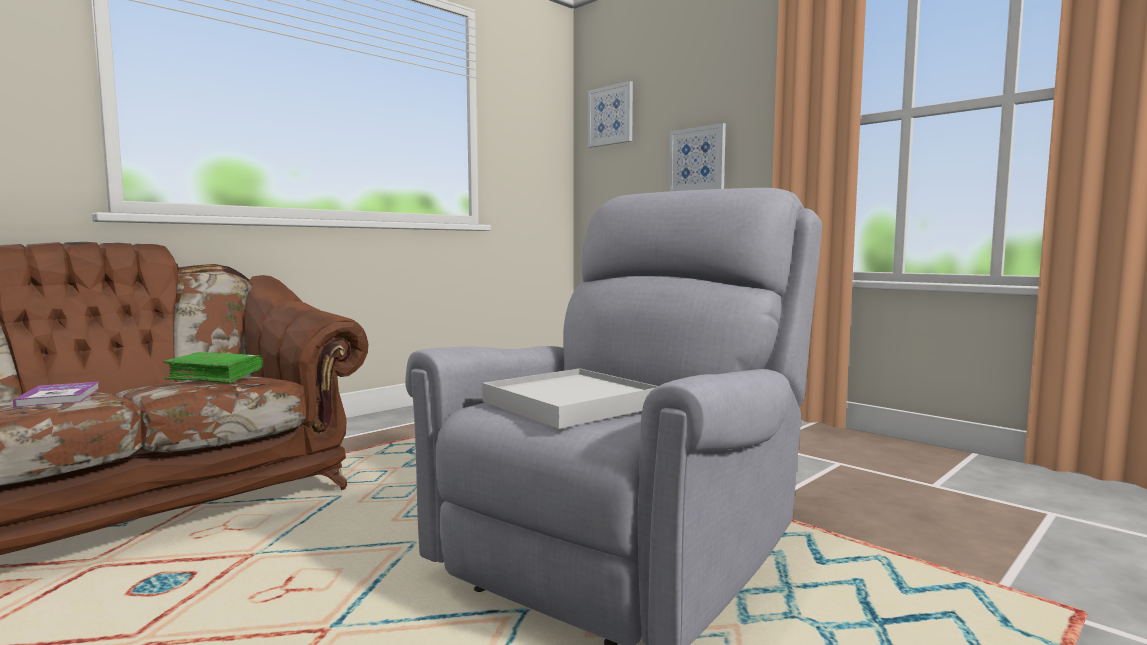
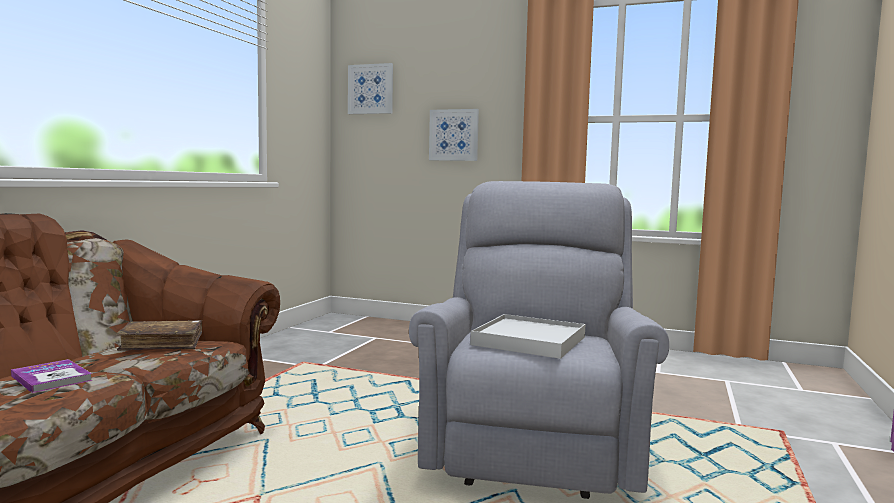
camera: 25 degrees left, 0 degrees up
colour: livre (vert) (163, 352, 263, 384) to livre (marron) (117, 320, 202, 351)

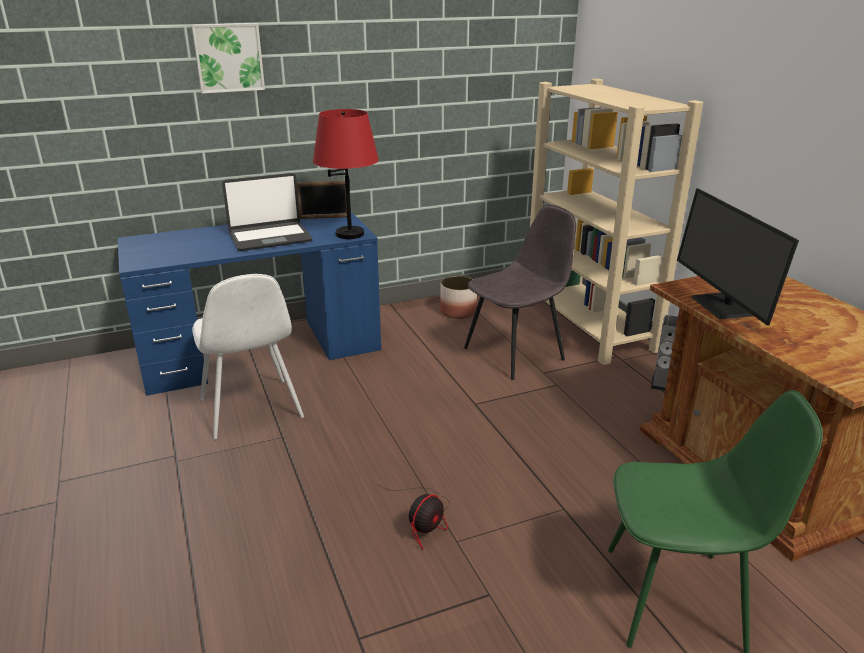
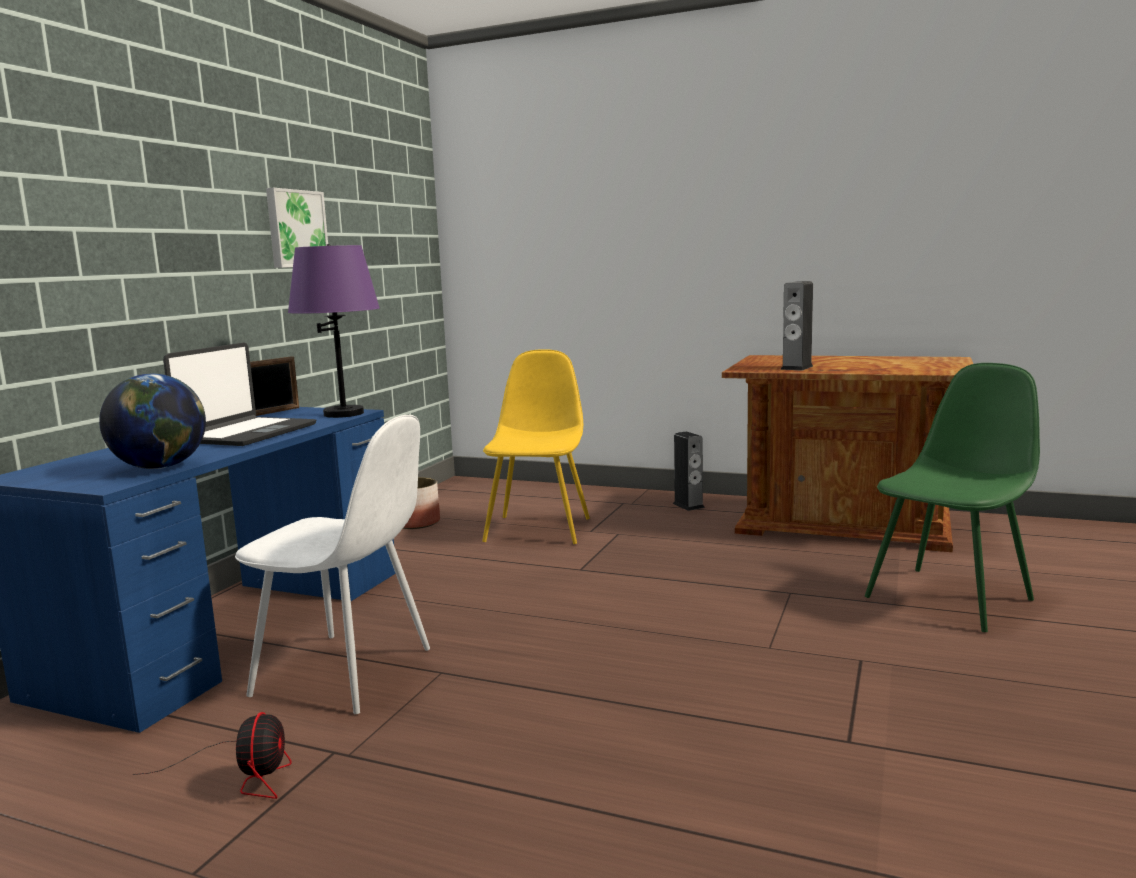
camera: 45 degrees left, 15 degrees down
missing: bibliothèque (beige) (530, 79, 703, 365)
appeared: globe (99, 374, 206, 469)
relocated: tableau (191, 23, 265, 94) to (266, 188, 328, 268); ventilateur (377, 484, 450, 549) to (132, 712, 292, 799)
exchanged: écran d'ordinateur (677, 188, 799, 326) to enceinte (781, 281, 813, 371)
colour: lampe de table (rouge) (313, 109, 379, 239) to lampe de table (violet) (288, 244, 380, 418); chaise (gris) (464, 205, 576, 380) to chaise (jaune) (482, 349, 590, 544)

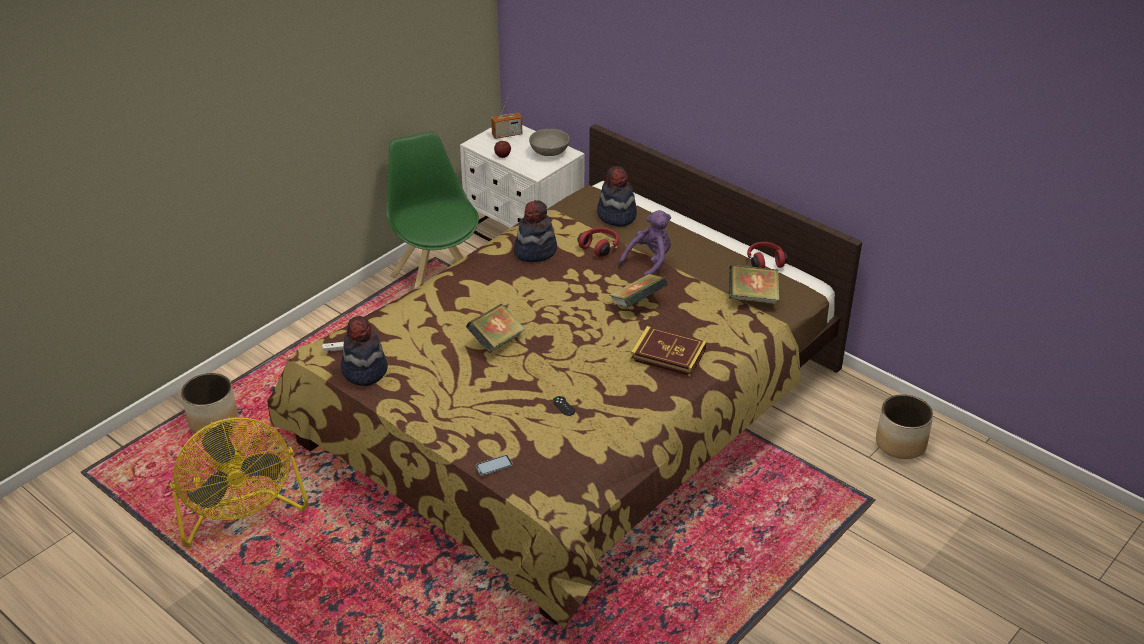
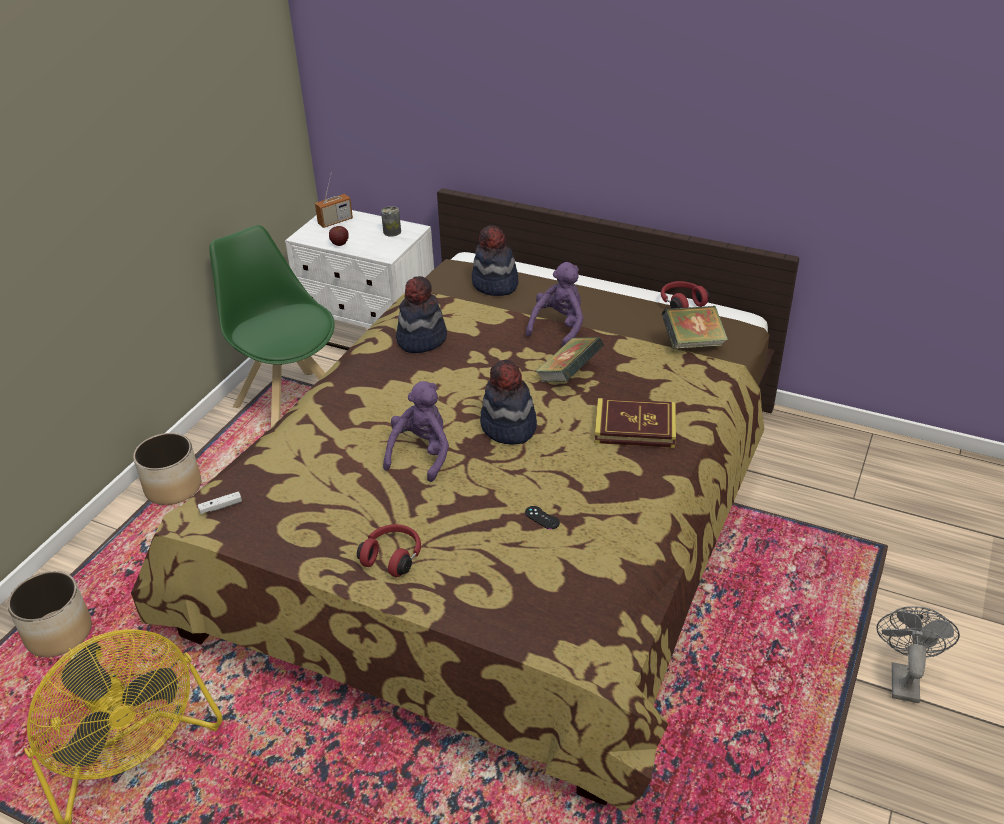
camera: 15 degrees left, 0 degrees up
missing: téléphone (476, 455, 513, 476)
appeared: ventilateur (gris) (876, 606, 960, 703)
relocated: chapeau (341, 316, 388, 386) to (480, 360, 537, 444); casque audio (rouge) (577, 227, 619, 257) to (357, 524, 421, 577); cache-pot (876, 394, 933, 459) to (133, 433, 201, 505)
exchanged: livre (466, 304, 525, 353) to peluche (violet) (383, 381, 449, 482); bol (gris) (529, 129, 570, 156) to boîte métallique (381, 206, 401, 237)

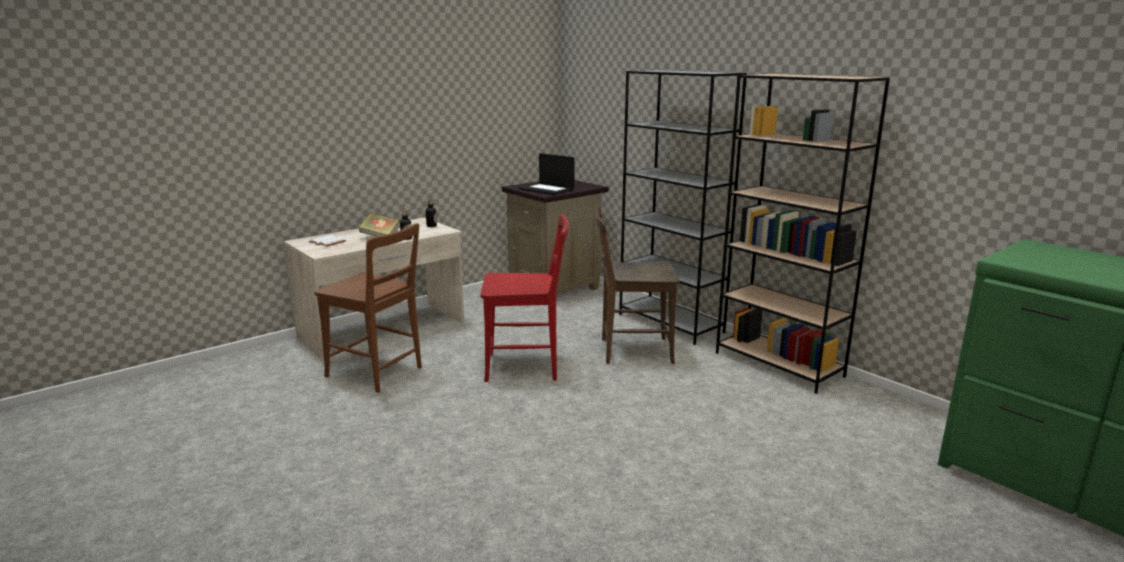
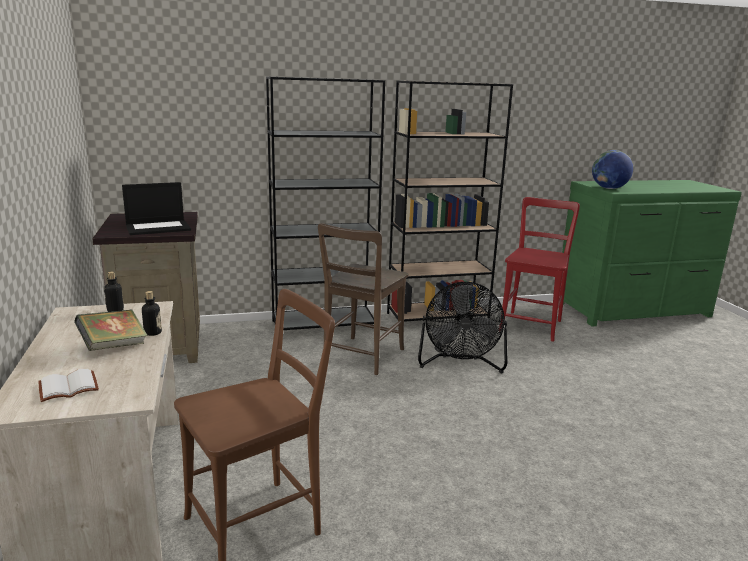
camera: 65 degrees left, 0 degrees up
appeared: ventilateur (noir) (418, 282, 508, 373); globe (592, 150, 633, 189)
relocated: chaise (rouge) (480, 214, 569, 382) to (499, 197, 580, 342)

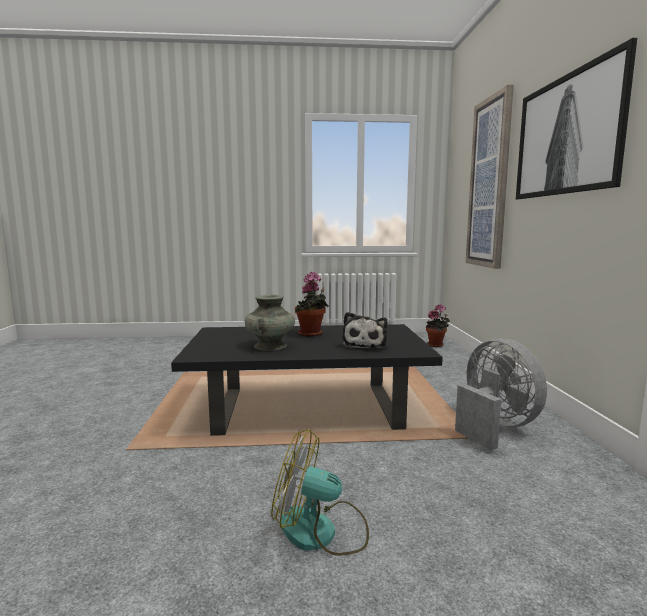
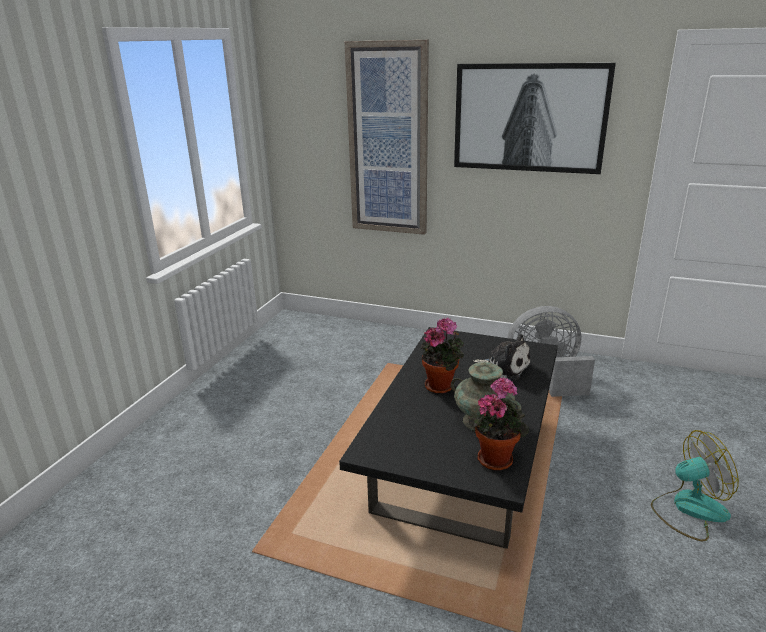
camera: 65 degrees left, 15 degrees up
relocated: plante en pot (426, 304, 450, 347) to (468, 378, 529, 471)
spun: ventilateur (271, 429, 369, 556) = (651, 430, 739, 541) 135 degrees counterclockwise

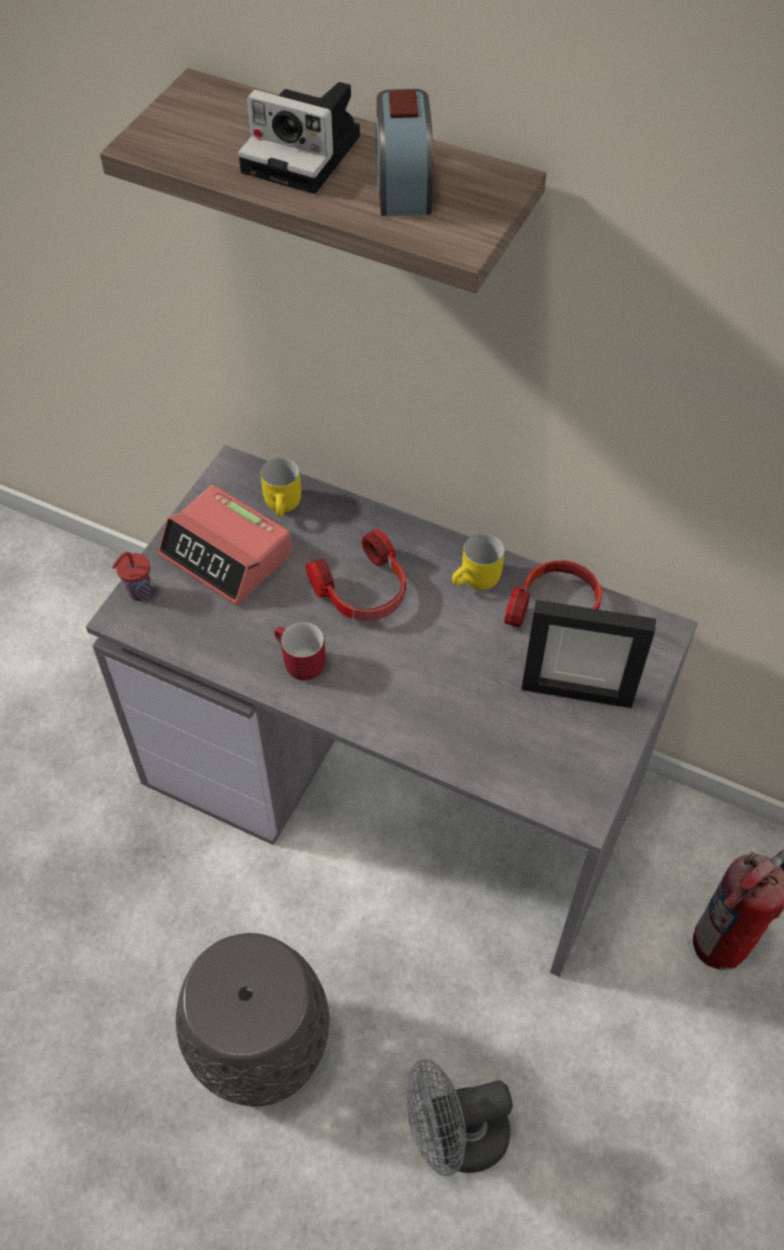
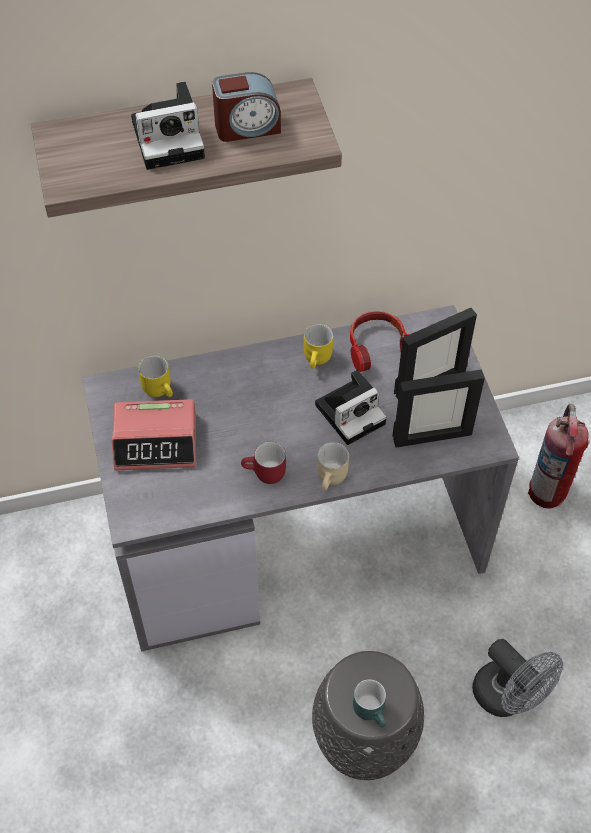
camera: 40 degrees left, 0 degrees up
missing: tasse (rouge) (112, 552, 152, 601); casque audio (305, 529, 406, 621)
appeared: appareil photo (315, 370, 387, 445); mug (beige) (317, 442, 349, 490); mug (turquoise) (353, 679, 386, 728); cadre photo (392, 369, 485, 448)
spun: réveil (375, 89, 433, 216) = (212, 72, 281, 142) 60 degrees counterclockwise; ventilateur (gris) (405, 1059, 513, 1176) = (472, 639, 563, 717) 75 degrees counterclockwise

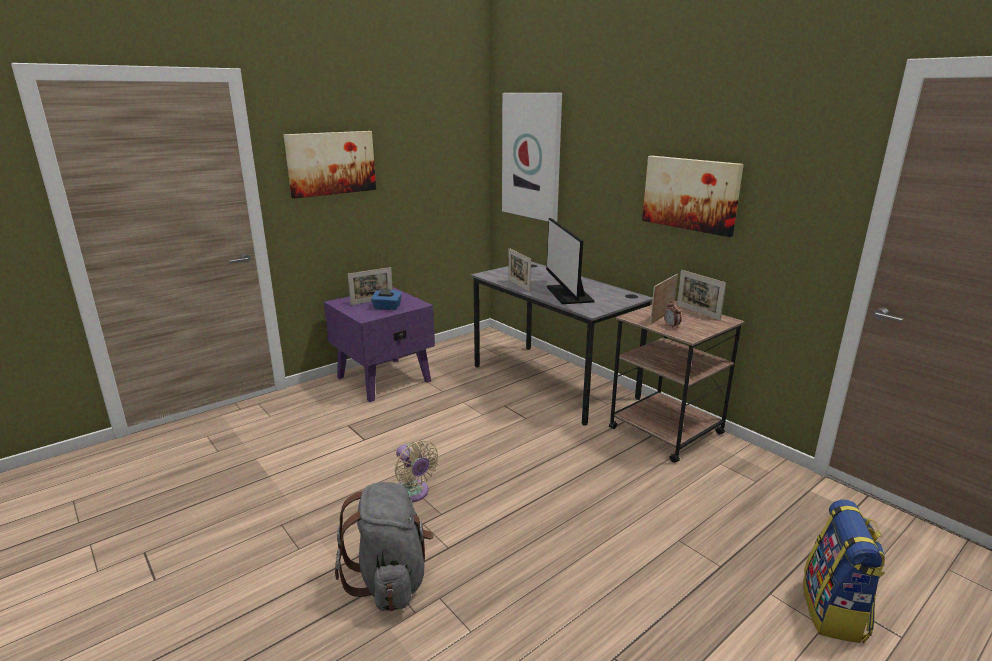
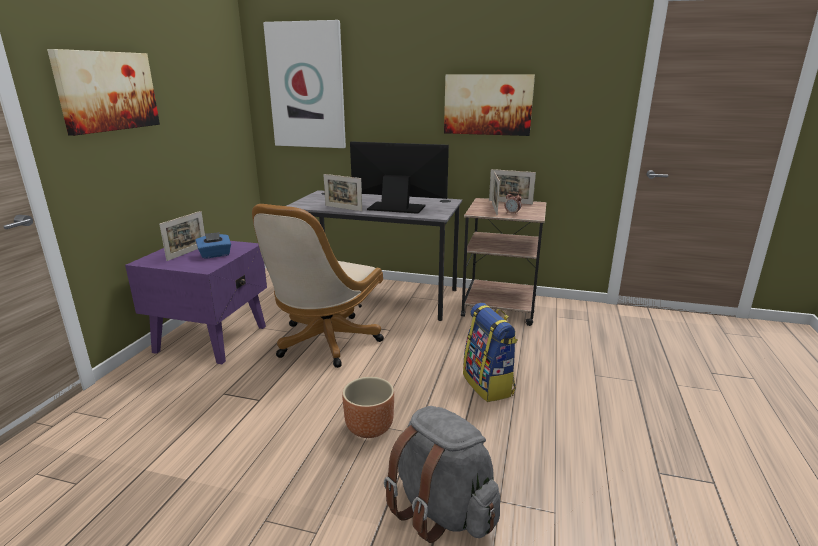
camera: 35 degrees left, 0 degrees up
appeared: chaise de bureau (252, 204, 384, 368)
relocated: sac à dos (803, 499, 885, 644) to (463, 303, 518, 402)
exchanged: ventilateur (beige) (394, 440, 439, 502) to cache-pot (marron) (342, 377, 394, 438)
spun: écran d'ordinateur (546, 218, 594, 304) = (350, 141, 449, 214) 150 degrees clockwise

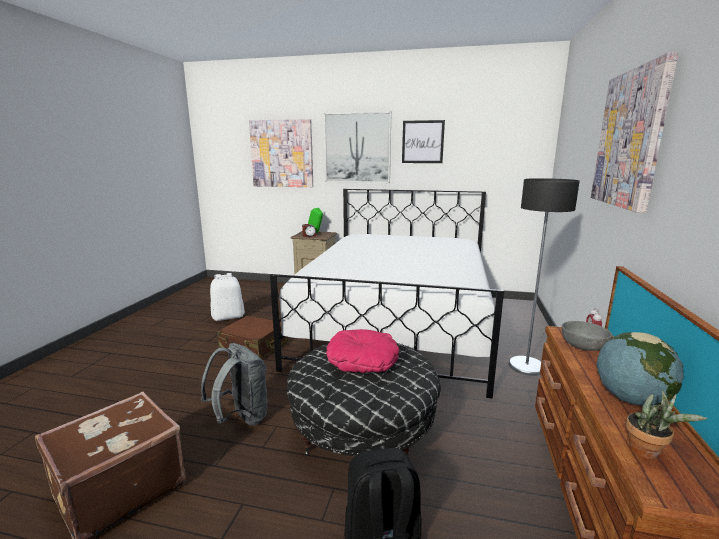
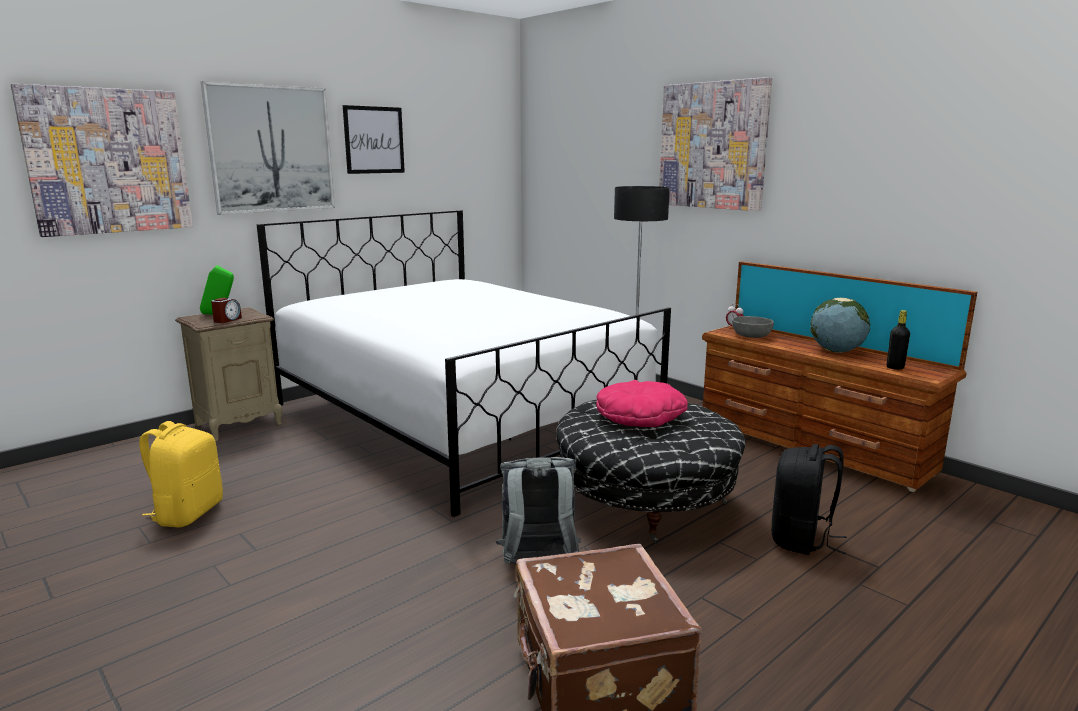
camera: 55 degrees left, 0 degrees up
missing: valise (marron) (217, 315, 288, 359)
exchanged: plante en pot (626, 391, 707, 460) to bouteille (noir) (887, 310, 910, 370)
colour: sac à dos (blanc) (210, 273, 245, 321) to sac à dos (jaune) (139, 421, 223, 528)

